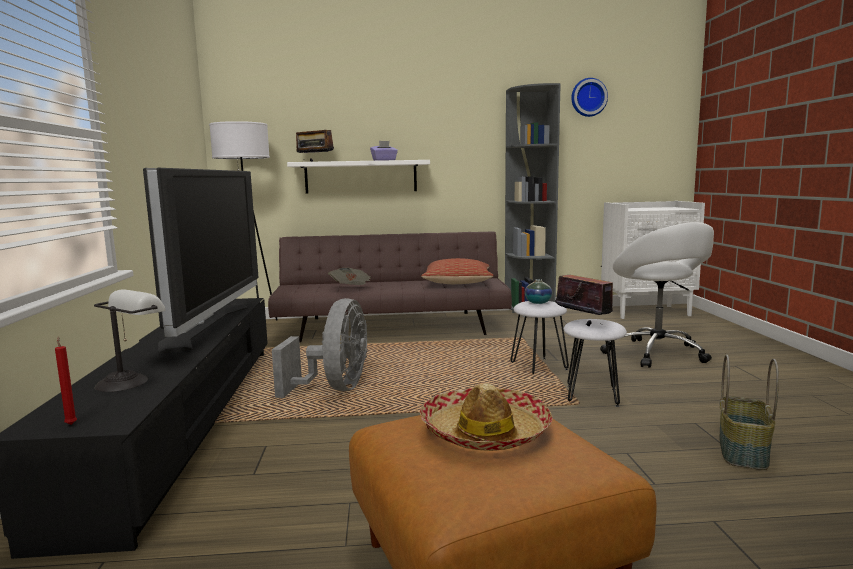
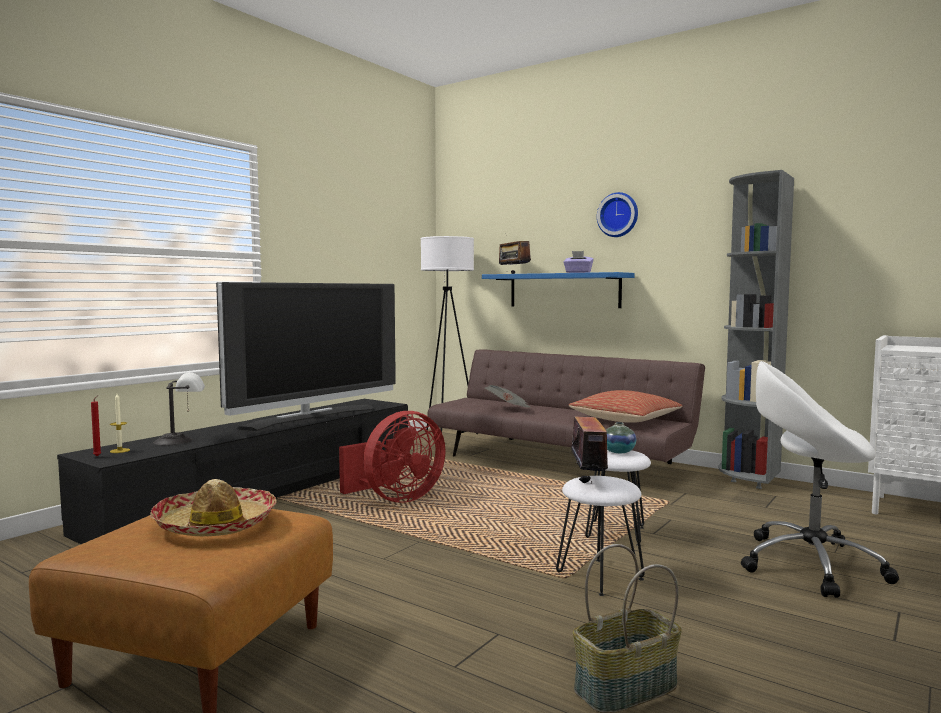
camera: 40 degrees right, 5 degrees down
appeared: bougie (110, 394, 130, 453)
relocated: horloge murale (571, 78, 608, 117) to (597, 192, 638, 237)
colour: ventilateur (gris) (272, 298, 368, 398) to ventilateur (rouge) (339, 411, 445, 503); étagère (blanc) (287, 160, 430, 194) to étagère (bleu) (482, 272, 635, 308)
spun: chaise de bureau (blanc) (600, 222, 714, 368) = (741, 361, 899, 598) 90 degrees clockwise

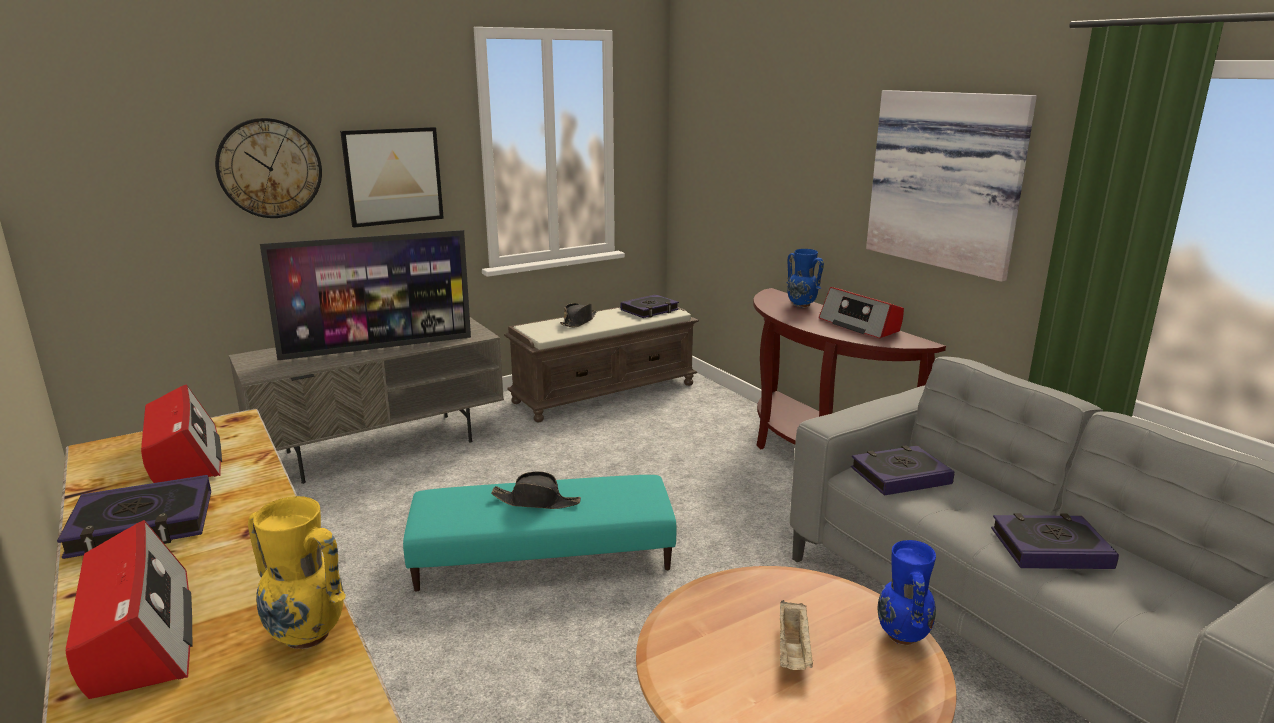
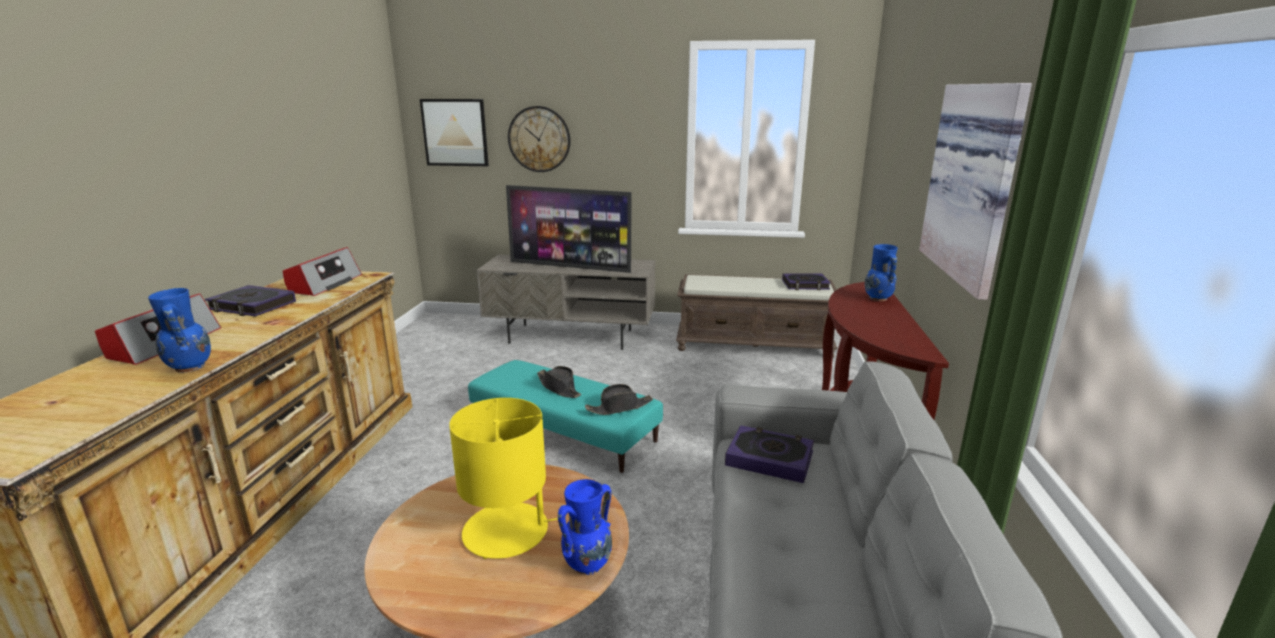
camera: 40 degrees right, 0 degrees up
missing: radio (819, 287, 904, 338); livre (991, 513, 1119, 569)
relocated: tableau (340, 127, 444, 228) to (420, 99, 489, 166); chapeau (noir) (560, 303, 597, 327) to (585, 384, 653, 415)
exchanged: plateau (beige) (780, 600, 813, 670) to lampe de table (jaune) (449, 398, 558, 559)
colour: vase (jaune) (248, 496, 346, 649) to vase (bleu) (148, 288, 211, 373)

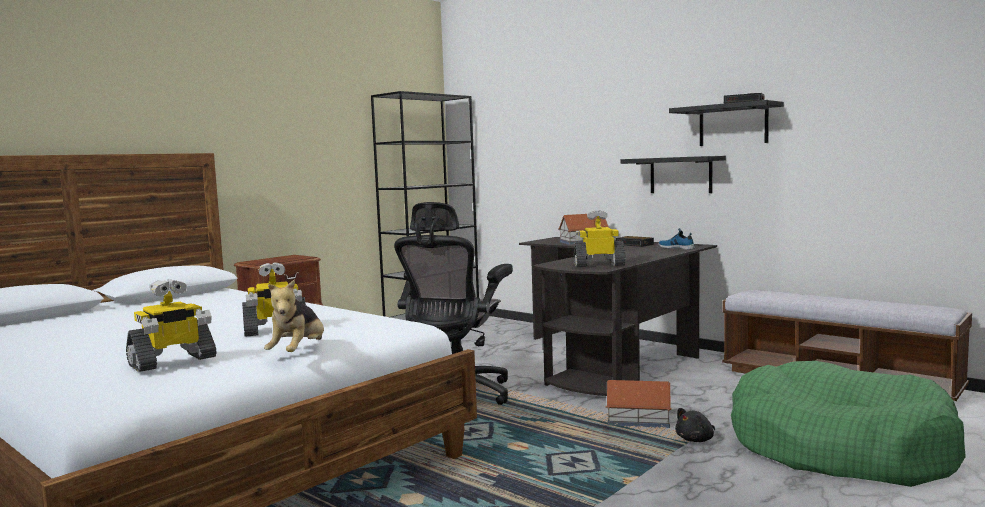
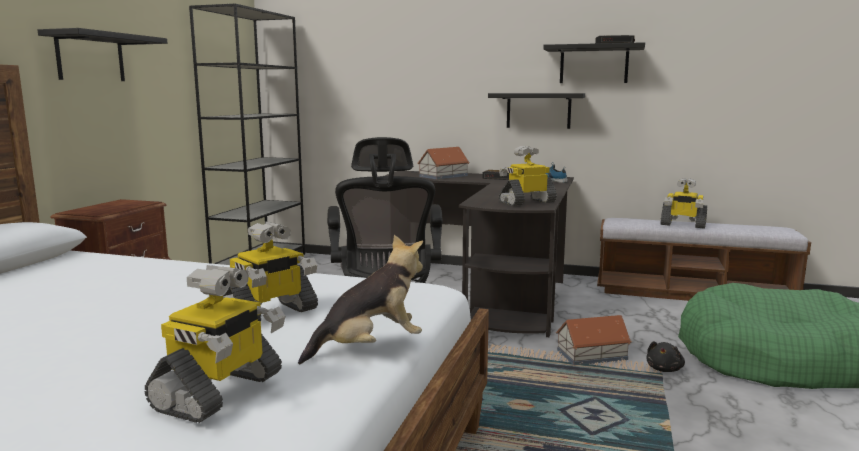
camera: 25 degrees left, 5 degrees up
appeared: étagère (noir) (38, 28, 167, 81); robot jouet (660, 178, 707, 229)
spun: peluche (264, 279, 324, 352) = (298, 235, 423, 365) 105 degrees counterclockwise

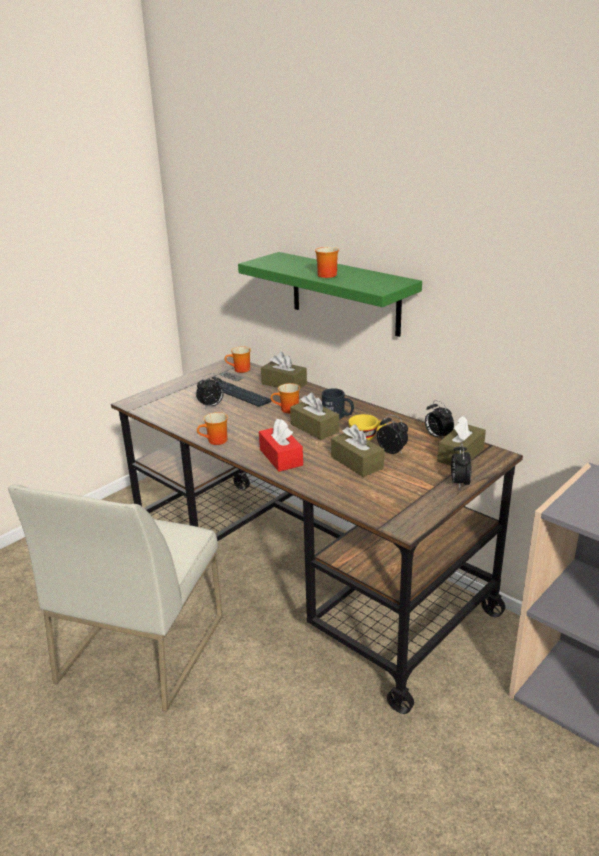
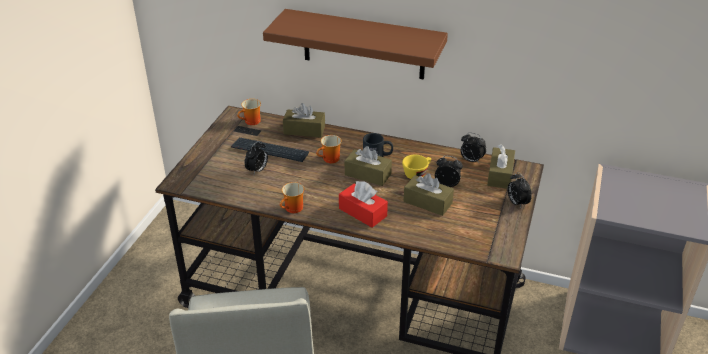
camera: 25 degrees left, 10 degrees up
missing: mug (315, 247, 339, 278)
colour: étagère (vert) (238, 252, 422, 337) to étagère (marron) (263, 9, 448, 79)

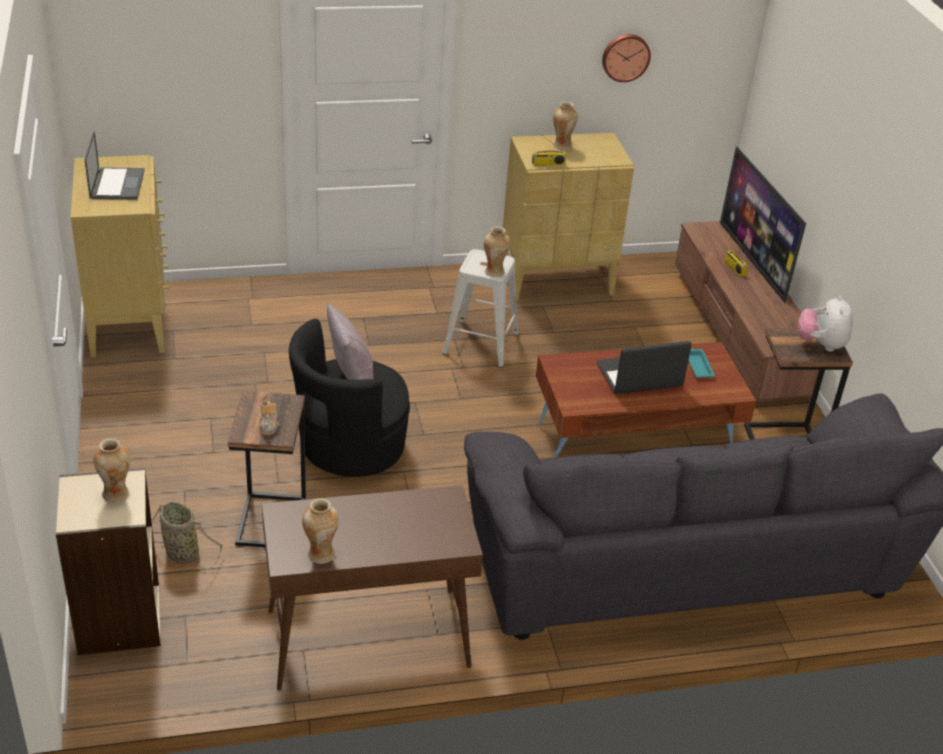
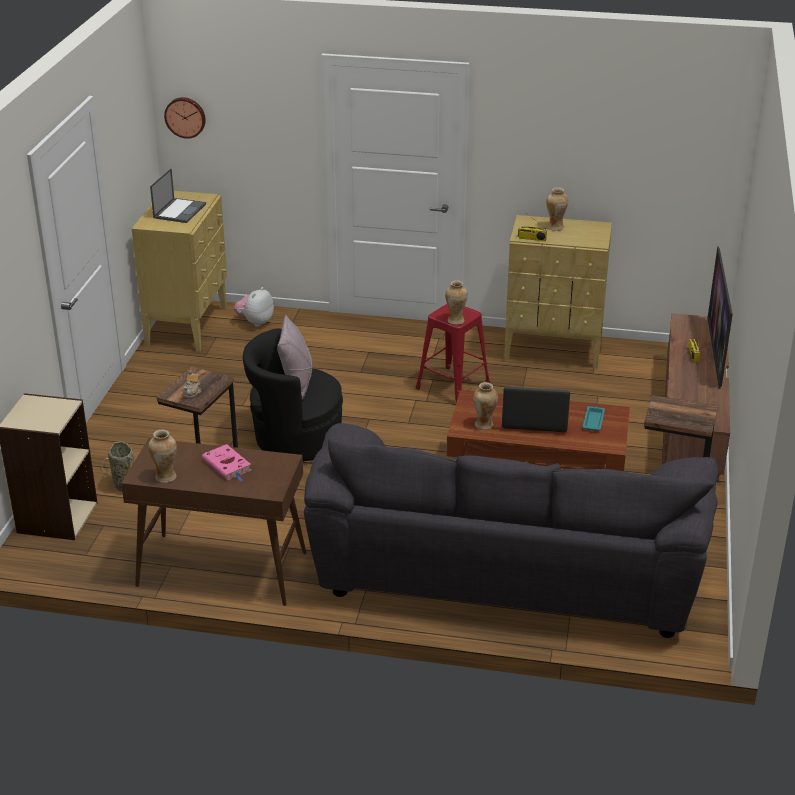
camera: 25 degrees right, 5 degrees down
appeared: livre (rose) (202, 444, 251, 482)
relocated: vase (93, 438, 130, 503) to (473, 382, 498, 430); horloge murale (602, 34, 651, 82) to (164, 97, 206, 139); peluche (798, 296, 853, 352) to (234, 287, 274, 327)
colour: tabouret (blanc) (442, 249, 519, 367) to tabouret (rouge) (415, 304, 490, 403)

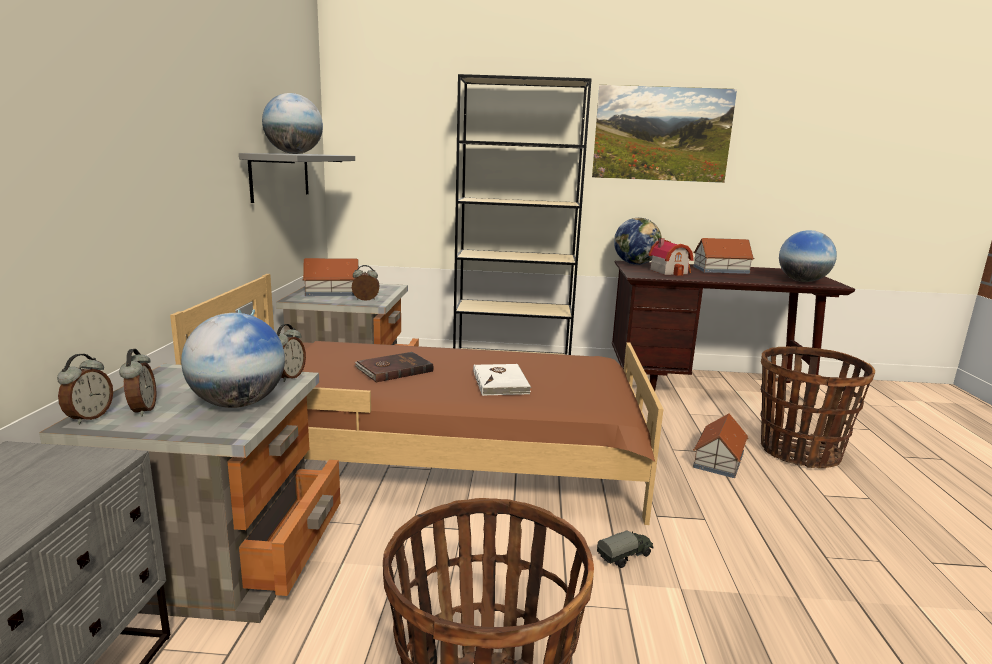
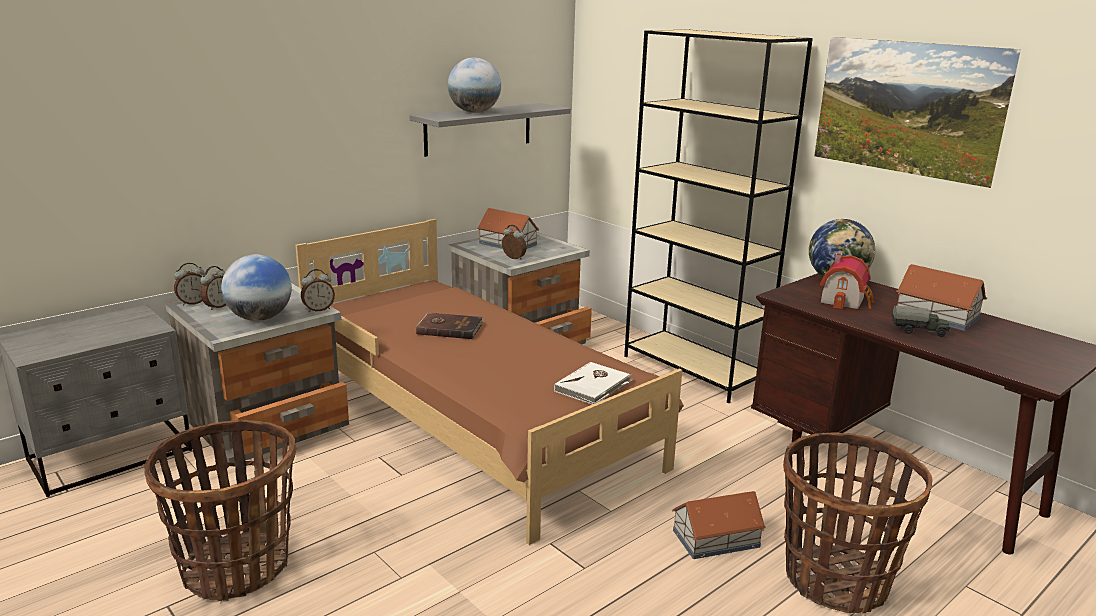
camera: 45 degrees right, 5 degrees up
missing: globe (779, 230, 837, 282)
relocated: livre (blanc) (473, 364, 531, 396) to (554, 362, 633, 404); camion jouet (597, 530, 654, 568) to (892, 305, 950, 337)

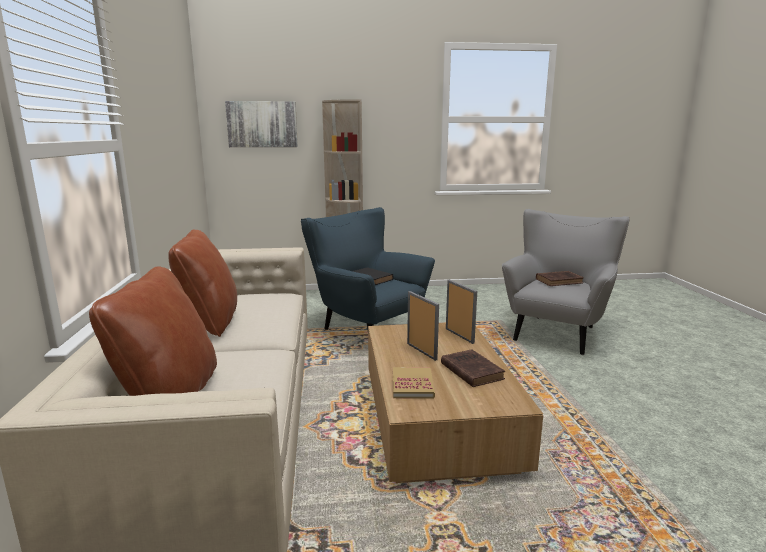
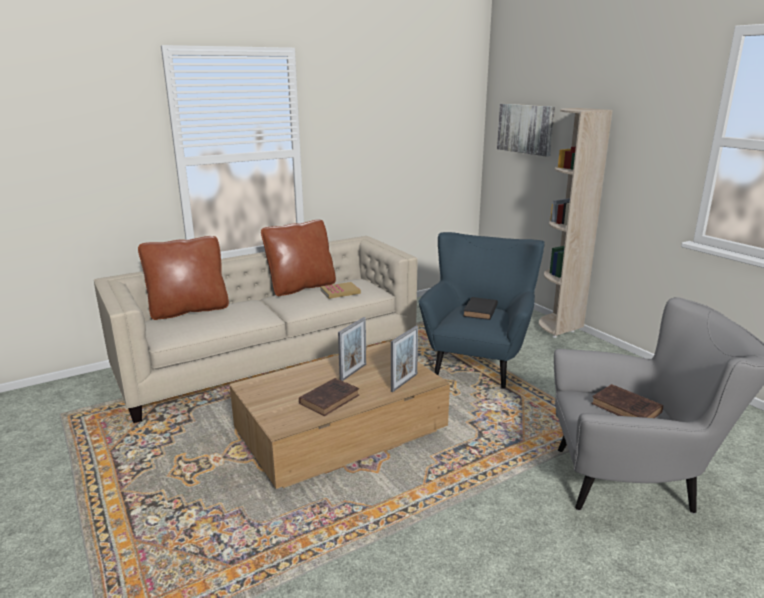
camera: 65 degrees right, 5 degrees up
relocated: livre (393, 367, 435, 399) to (320, 282, 361, 299)

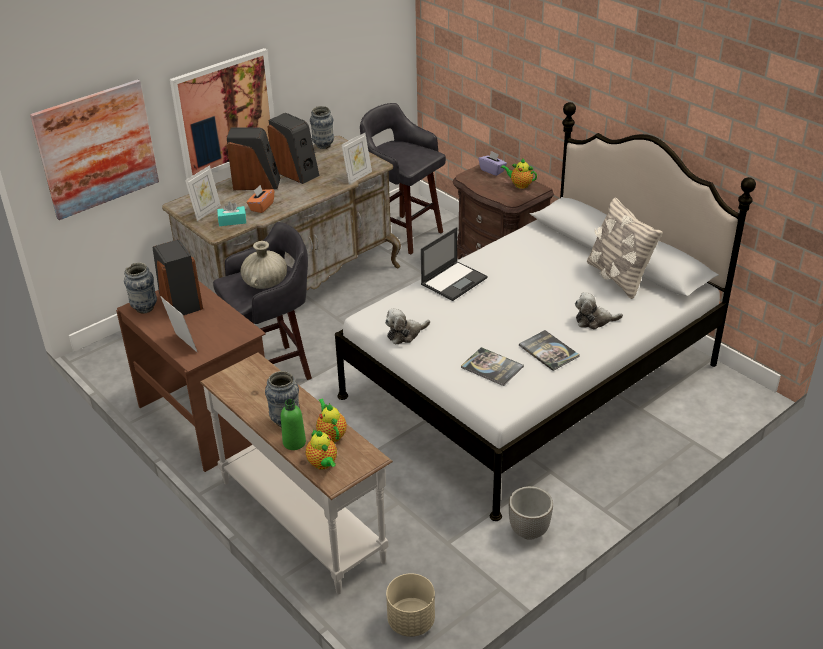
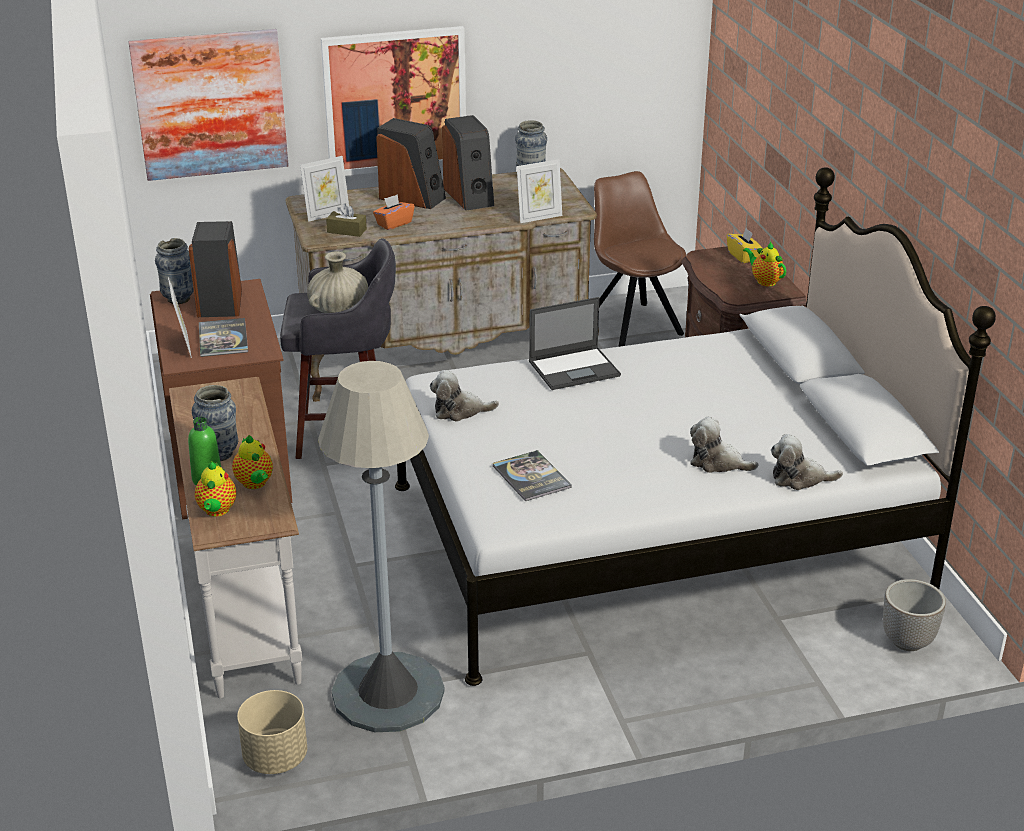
camera: 25 degrees right, 5 degrees down
missing: coussin (beige) (587, 198, 663, 299)
appeared: lampadaire (gris) (318, 361, 445, 732); peluche (771, 434, 843, 490)
relocated: cache-pot (509, 486, 553, 540) to (883, 579, 946, 651); livre (519, 330, 580, 371) to (199, 318, 248, 357)
exchanged: tabouret (gris) (360, 103, 446, 254) to chaise (marron) (594, 171, 686, 347)
colour: boîte à mouchoirs (turquoise) (217, 202, 246, 226) to boîte à mouchoirs (marron) (326, 203, 367, 237); boîte à mouchoirs (violet) (479, 151, 507, 176) to boîte à mouchoirs (jaune) (727, 228, 763, 263)
spun: théière (316, 398, 347, 442) = (232, 435, 273, 489) 150 degrees clockwise

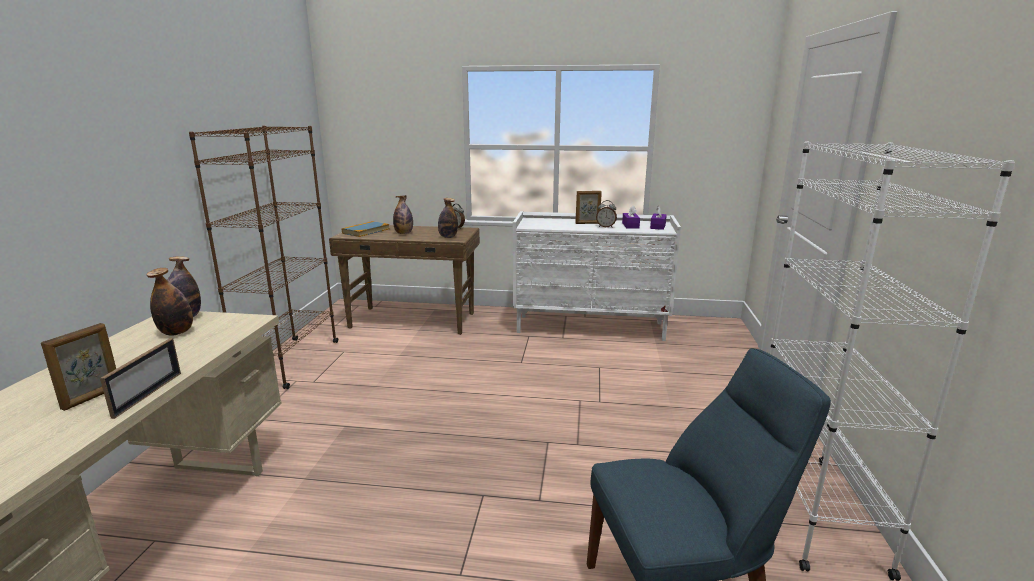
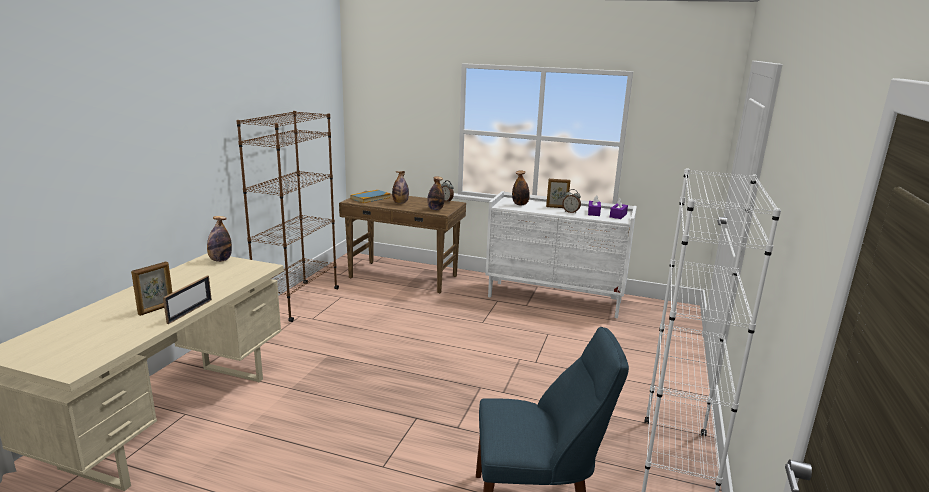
camera: 10 degrees right, 0 degrees up
relocated: bouteille (146, 268, 193, 336) to (512, 170, 530, 205)

